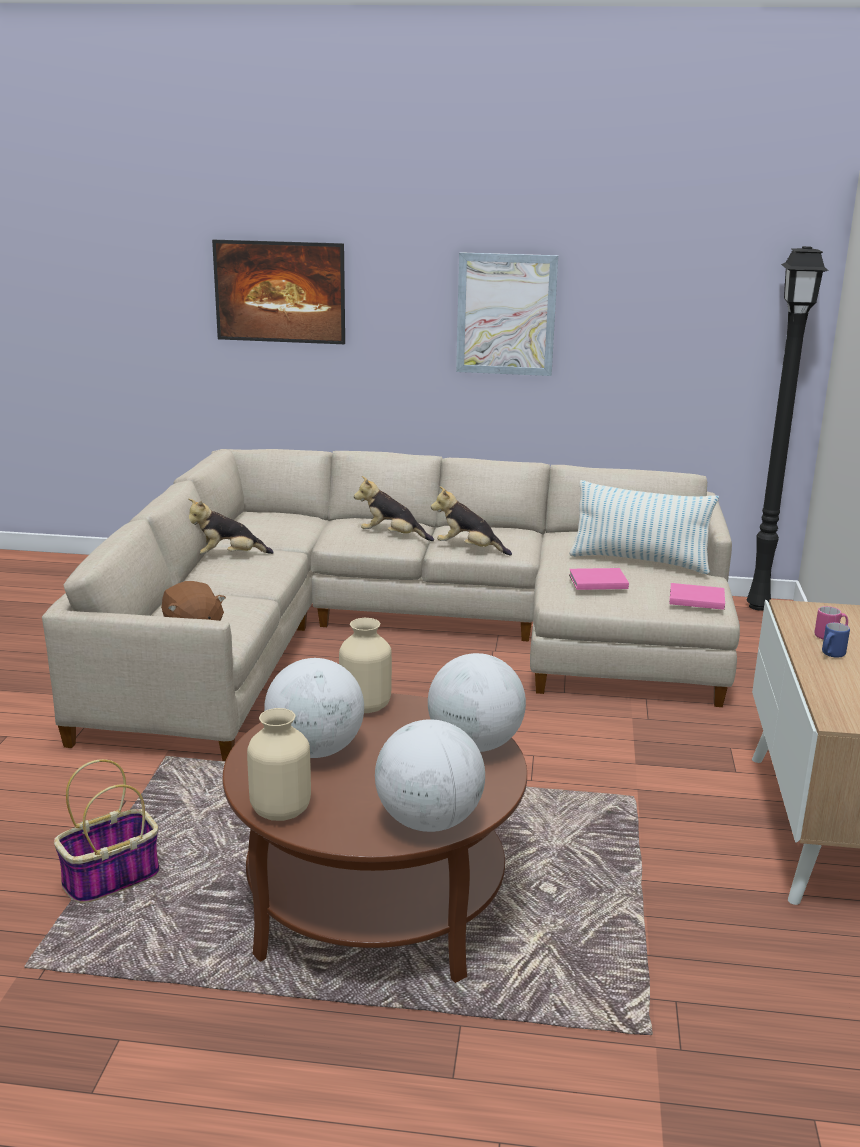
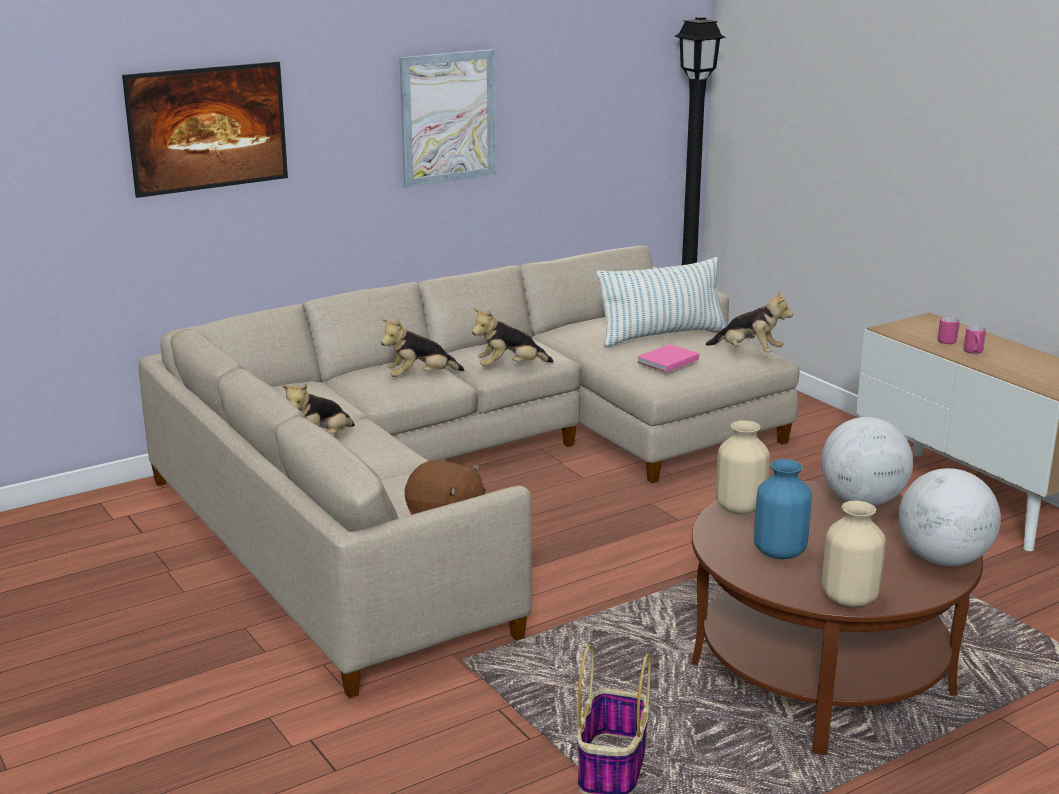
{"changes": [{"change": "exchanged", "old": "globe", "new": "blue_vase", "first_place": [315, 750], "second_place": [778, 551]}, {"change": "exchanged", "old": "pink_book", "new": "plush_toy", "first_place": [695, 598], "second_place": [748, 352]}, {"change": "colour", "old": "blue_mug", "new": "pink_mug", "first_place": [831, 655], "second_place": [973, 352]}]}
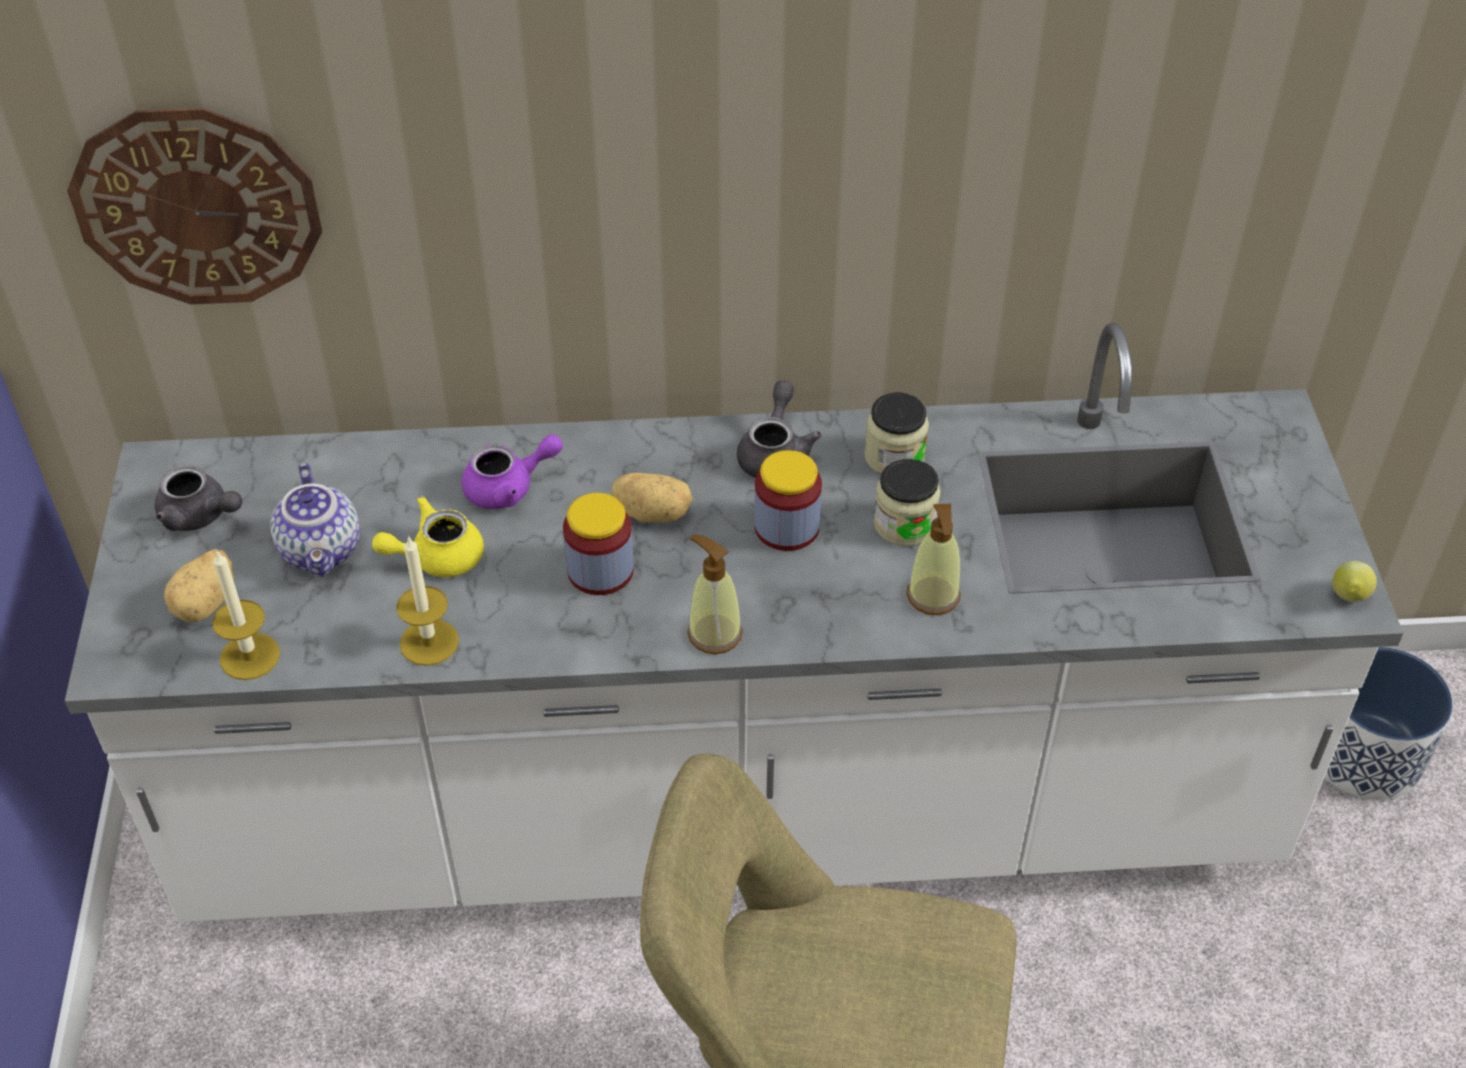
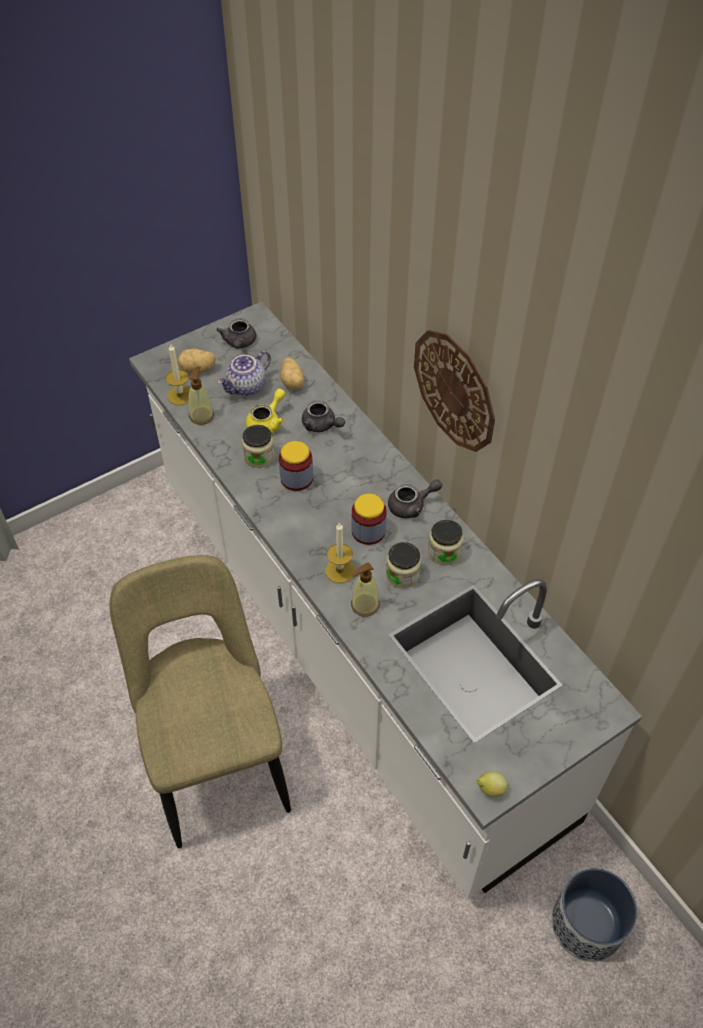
{"changes": [{"change": "appeared", "new": "jar", "second_place": [259, 456]}, {"change": "relocated", "old": "wall_clock", "first_place": [197, 207], "second_place": [455, 390]}, {"change": "relocated", "old": "candle", "first_place": [429, 642], "second_place": [340, 570]}, {"change": "relocated", "old": "potato", "first_place": [653, 512], "second_place": [293, 382]}, {"change": "relocated", "old": "soap_dispenser", "first_place": [714, 633], "second_place": [201, 415]}, {"change": "colour", "old": "purple_teapot", "new": "grey_teapot", "first_place": [509, 488], "second_place": [321, 425]}, {"change": "spun", "old": "yellow_teapot", "first_place": [436, 557], "second_place": [267, 422], "degrees": 90}]}
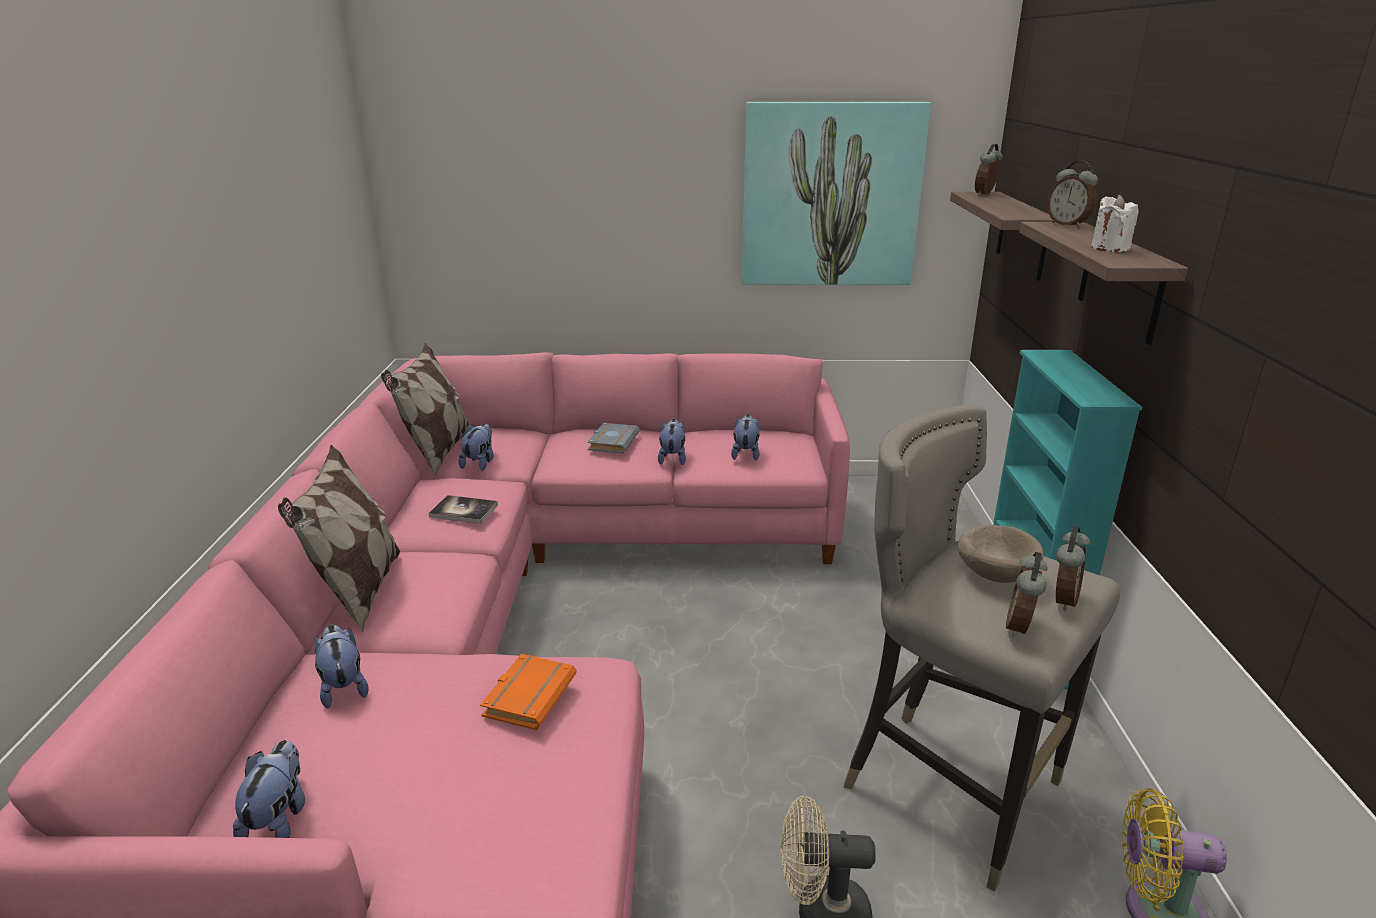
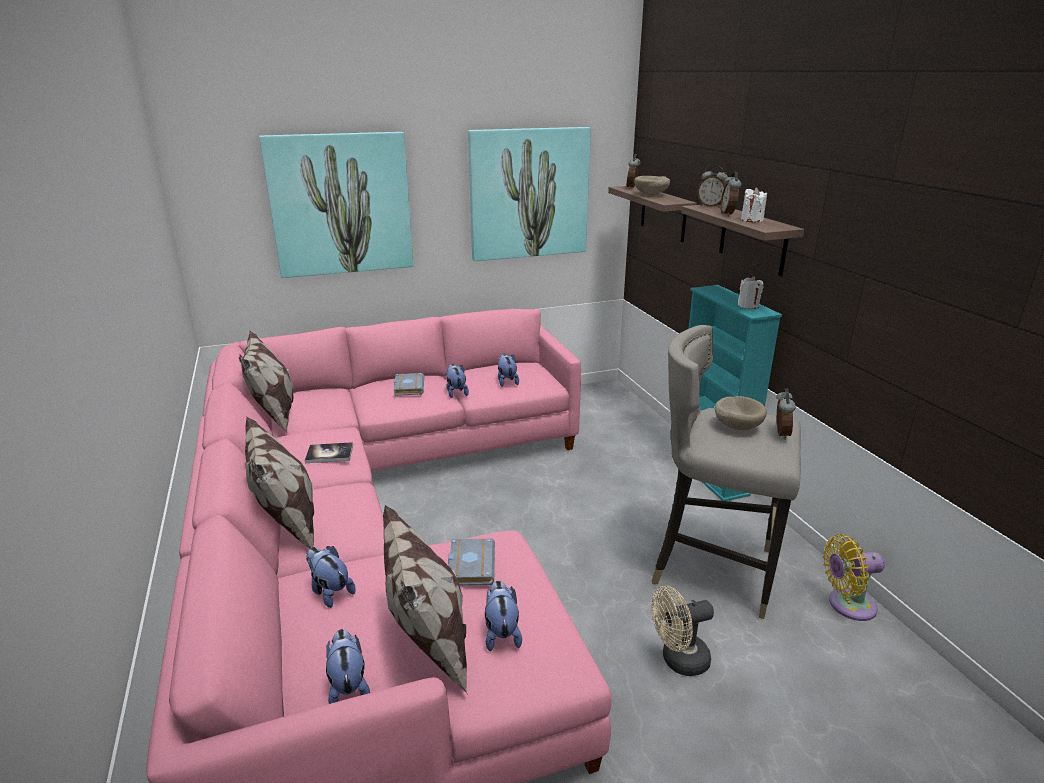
{"changes": [{"change": "appeared", "new": "picture", "second_place": [340, 204]}, {"change": "appeared", "new": "pillow", "second_place": [429, 647]}, {"change": "appeared", "new": "beige_bowl", "second_place": [651, 195]}, {"change": "appeared", "new": "white_candle", "second_place": [748, 305]}, {"change": "relocated", "old": "plush_toy", "first_place": [480, 463], "second_place": [501, 633]}, {"change": "relocated", "old": "alarm_clock", "first_place": [1020, 627], "second_place": [728, 214]}, {"change": "colour", "old": "orange_book", "new": "grey_book", "first_place": [528, 695], "second_place": [469, 565]}]}
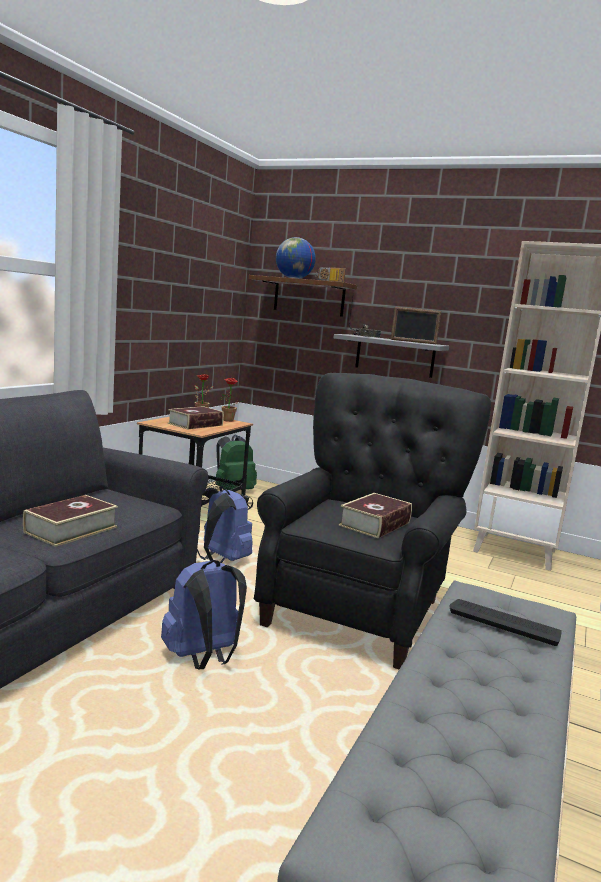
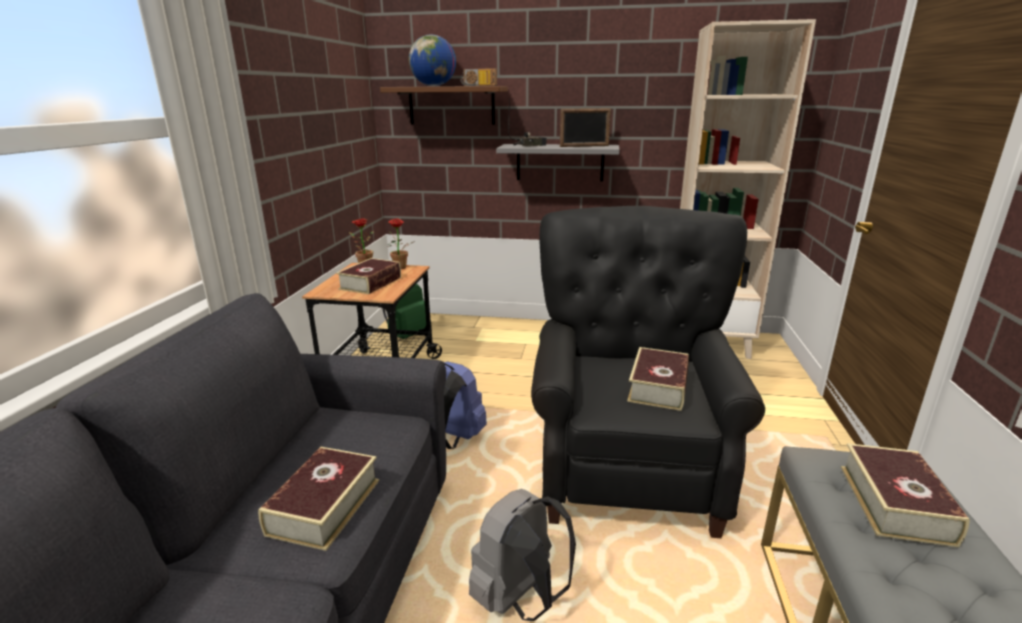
{"changes": [{"change": "exchanged", "old": "keyboard", "new": "book", "first_place": [504, 622], "second_place": [895, 503]}, {"change": "colour", "old": "blue_backpack", "new": "grey_backpack", "first_place": [203, 658], "second_place": [520, 598]}]}
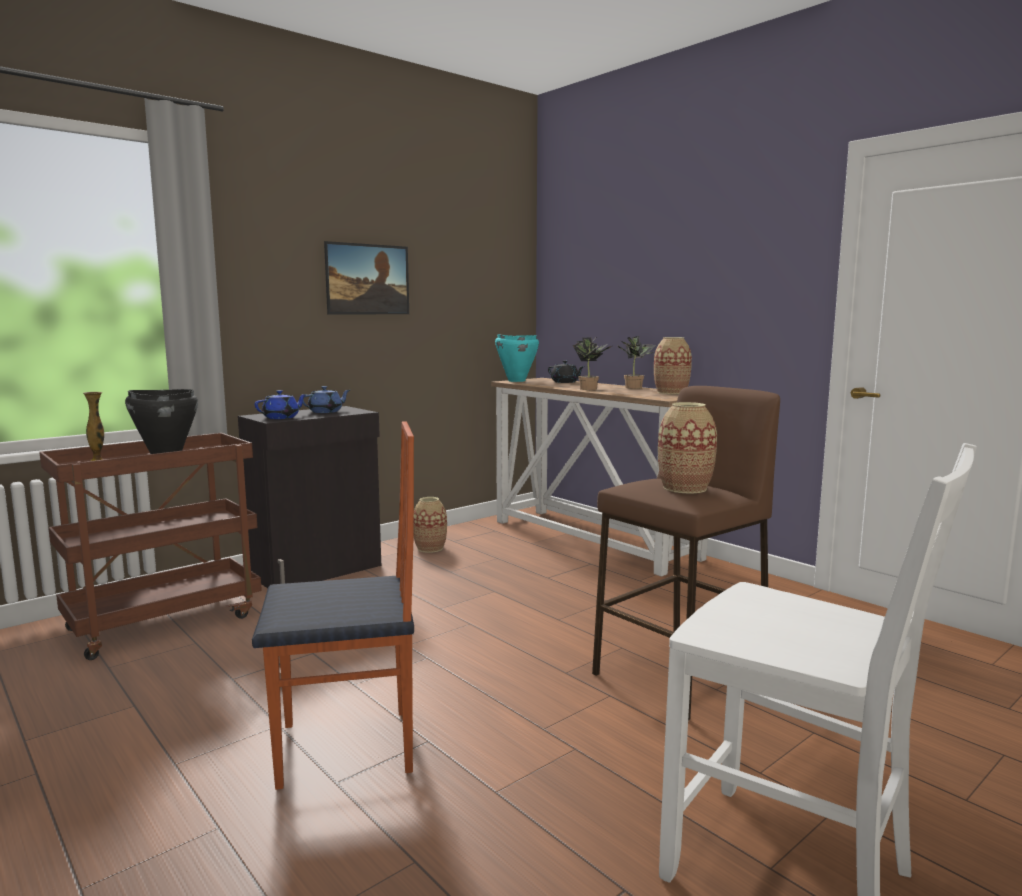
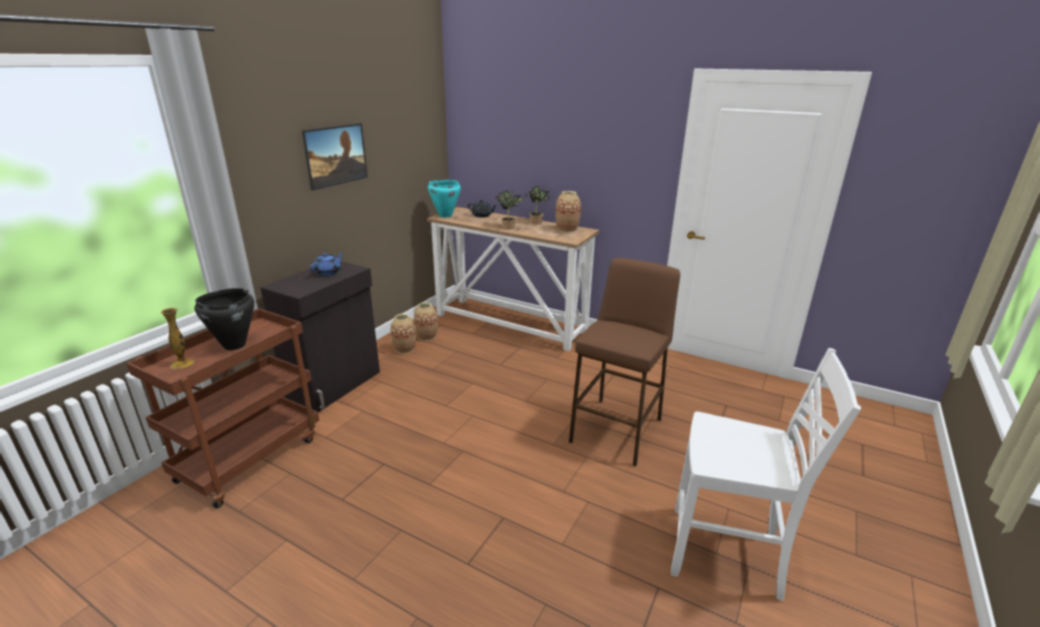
{"changes": [{"change": "missing", "old": "chair", "first_place": [347, 749]}, {"change": "missing", "old": "blue_teapot", "first_place": [282, 417]}, {"change": "relocated", "old": "vase", "first_place": [685, 488], "second_place": [427, 336]}]}
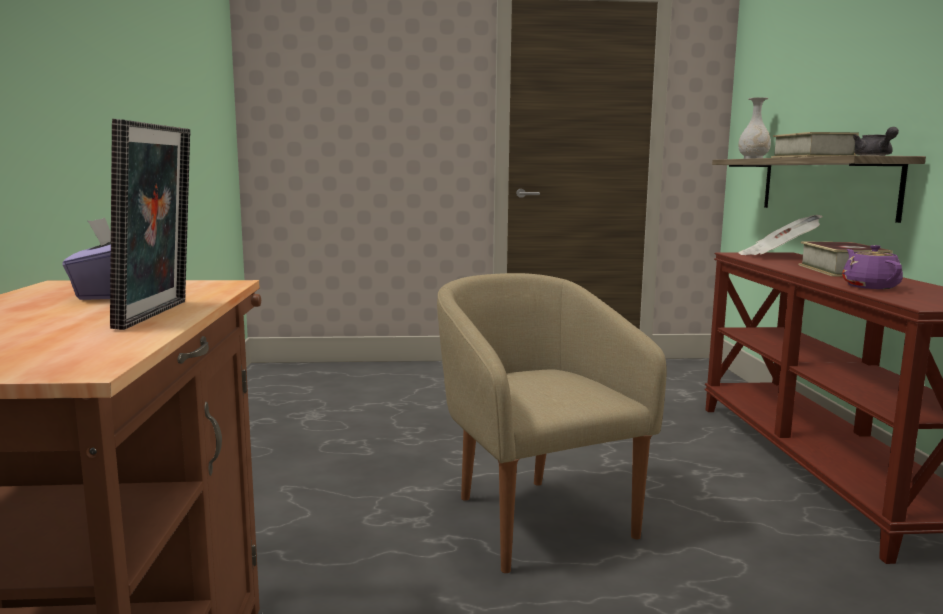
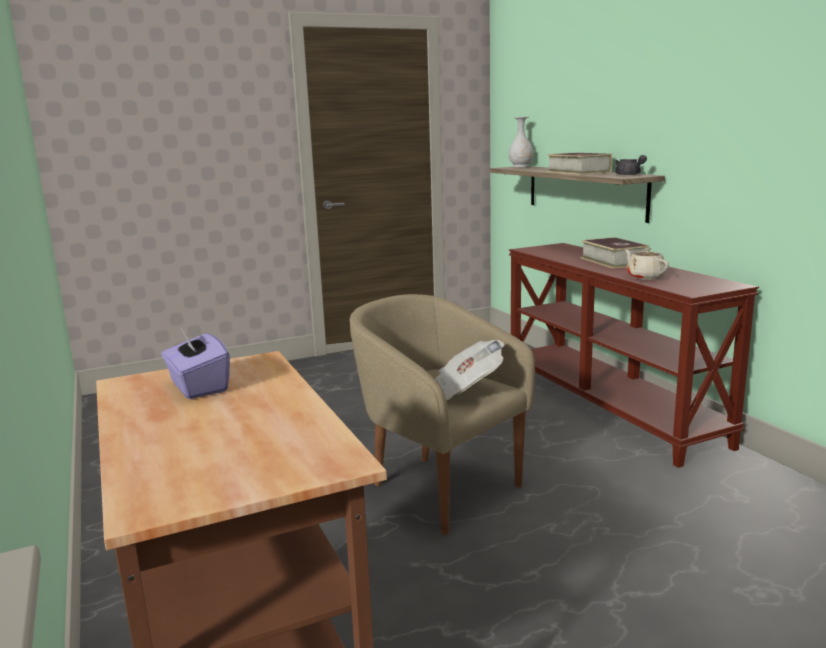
{"changes": [{"change": "missing", "old": "picture_frame", "first_place": [160, 314]}, {"change": "relocated", "old": "newspaper", "first_place": [777, 256], "second_place": [462, 390]}, {"change": "colour", "old": "purple_teapot", "new": "beige_teapot", "first_place": [869, 286], "second_place": [645, 277]}]}
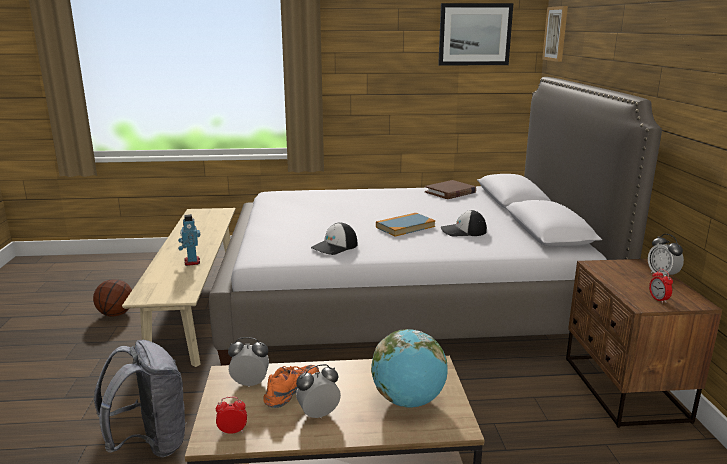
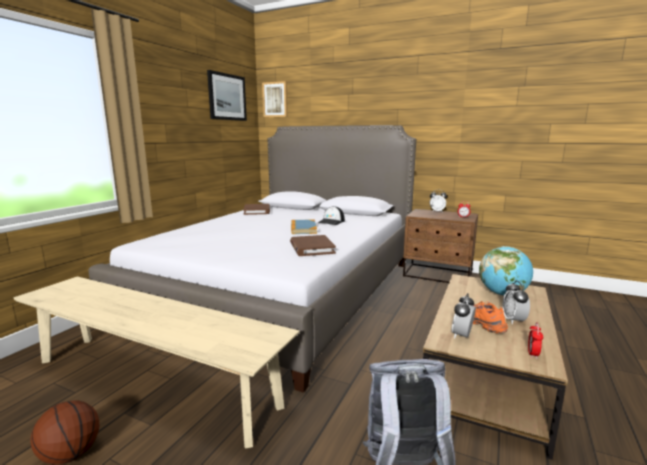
{"changes": [{"change": "missing", "old": "toy_robot", "first_place": [191, 262]}, {"change": "exchanged", "old": "cap", "new": "brown_book", "first_place": [335, 247], "second_place": [311, 248]}]}
